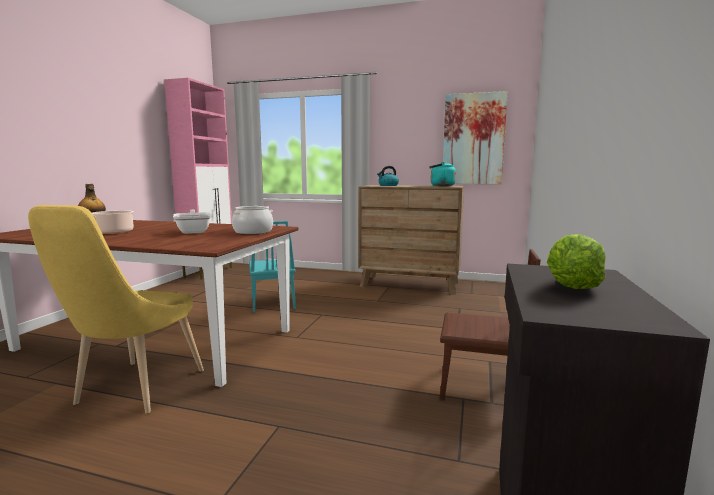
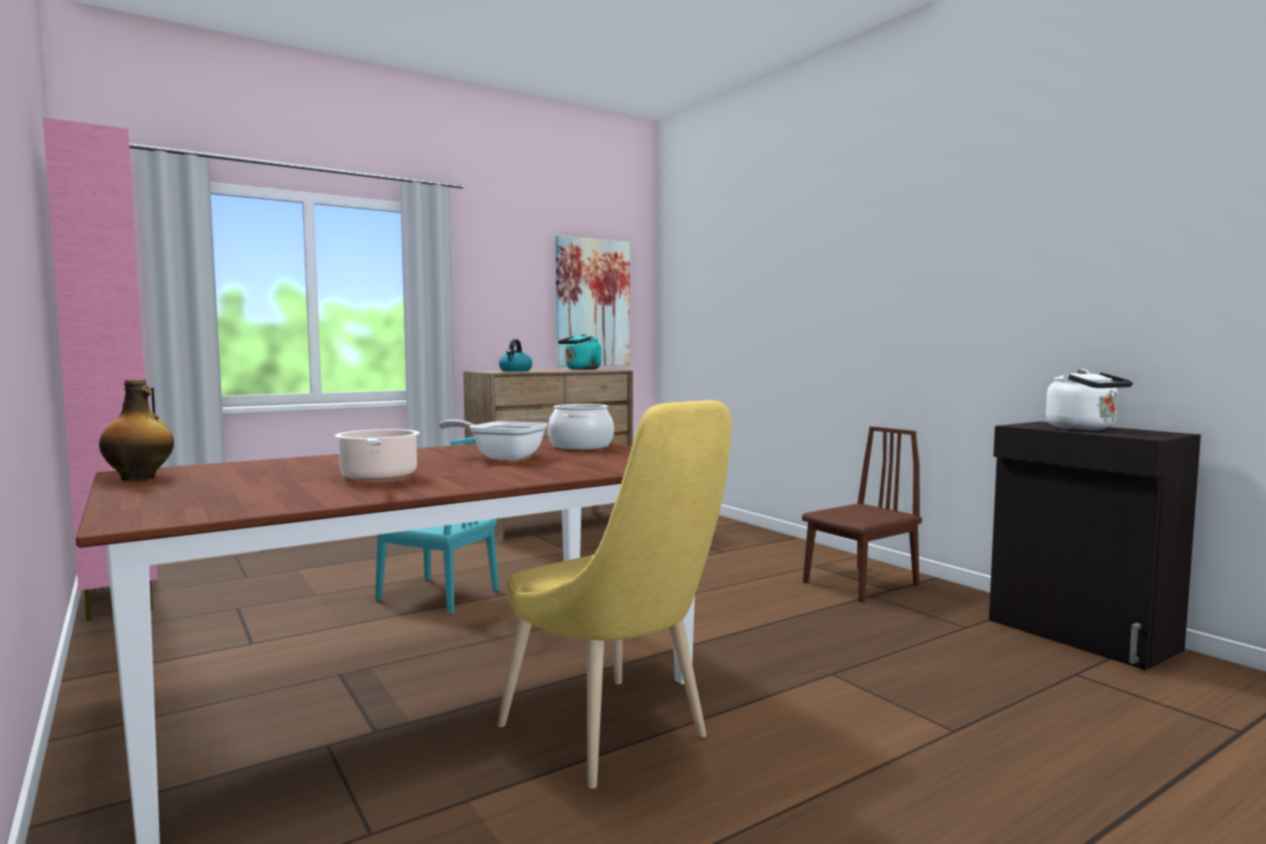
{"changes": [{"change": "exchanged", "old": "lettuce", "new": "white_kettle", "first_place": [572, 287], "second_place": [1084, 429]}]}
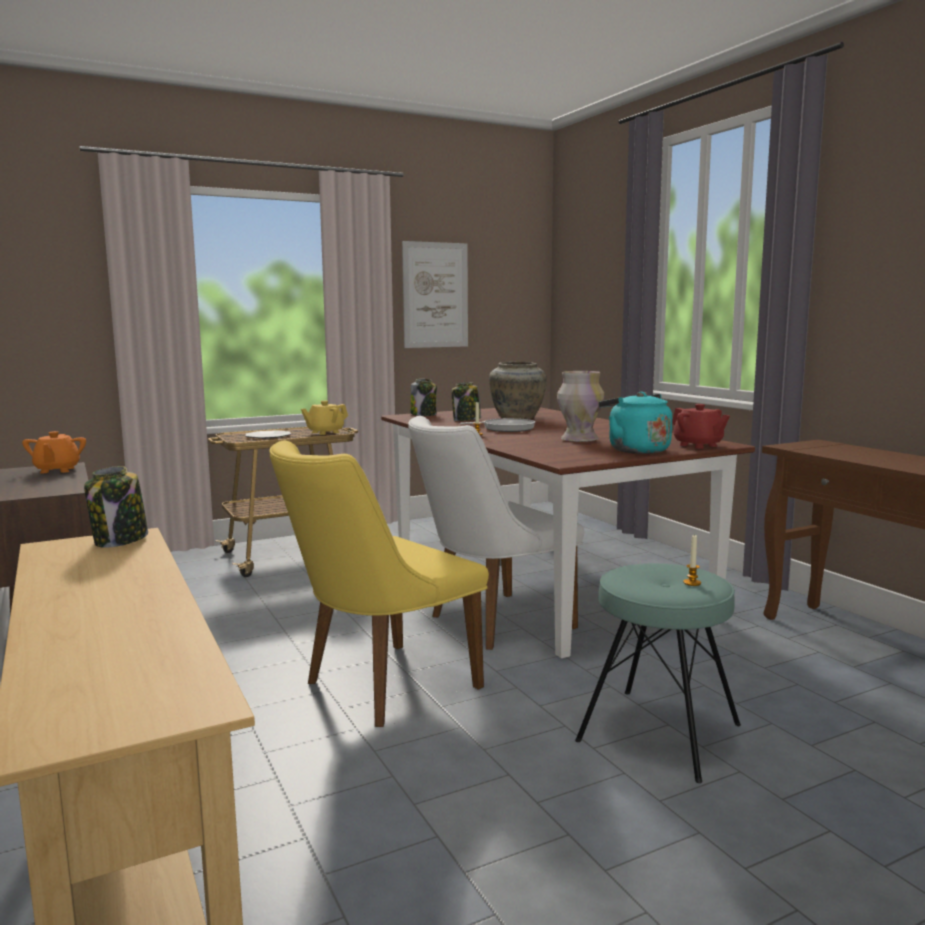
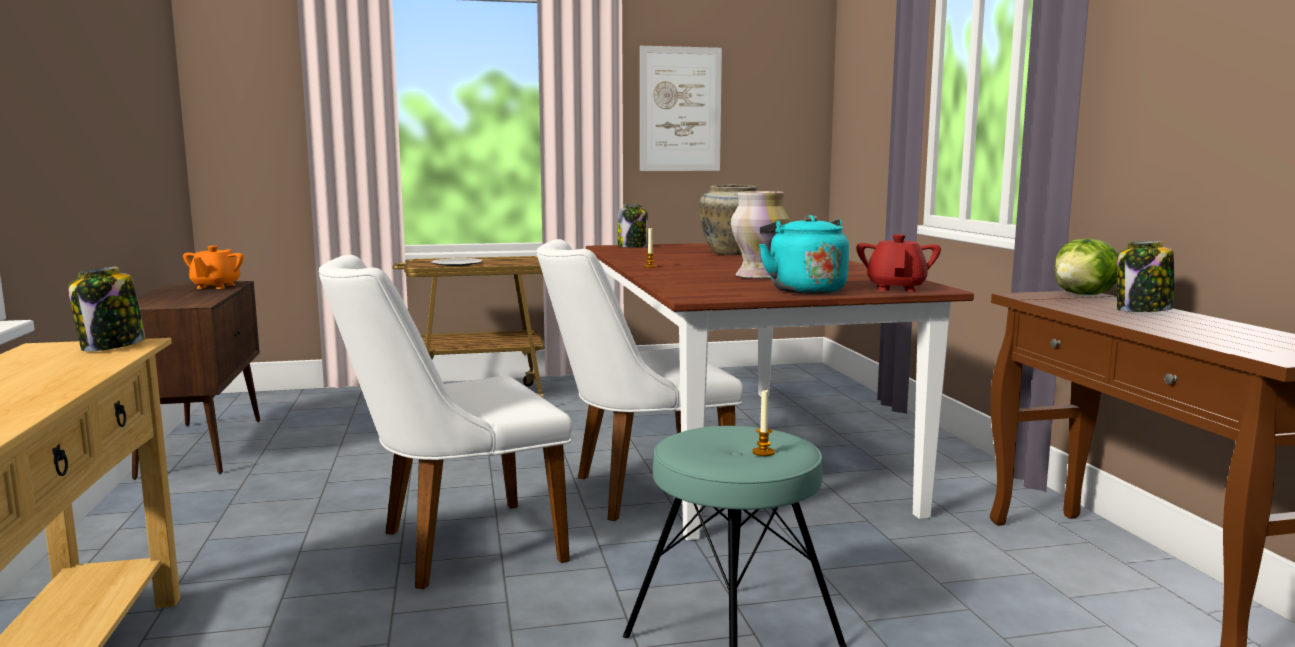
{"changes": [{"change": "missing", "old": "yellow_teapot", "first_place": [325, 432]}, {"change": "missing", "old": "frying_pan", "first_place": [505, 429]}, {"change": "appeared", "new": "lettuce", "second_place": [1085, 295]}, {"change": "relocated", "old": "jar", "first_place": [466, 420], "second_place": [1143, 310]}, {"change": "colour", "old": "yellow_chair", "new": "white_chair", "first_place": [378, 688], "second_place": [453, 547]}, {"change": "spun", "old": "red_teapot", "first_place": [698, 445], "second_place": [896, 288], "degrees": -150}]}
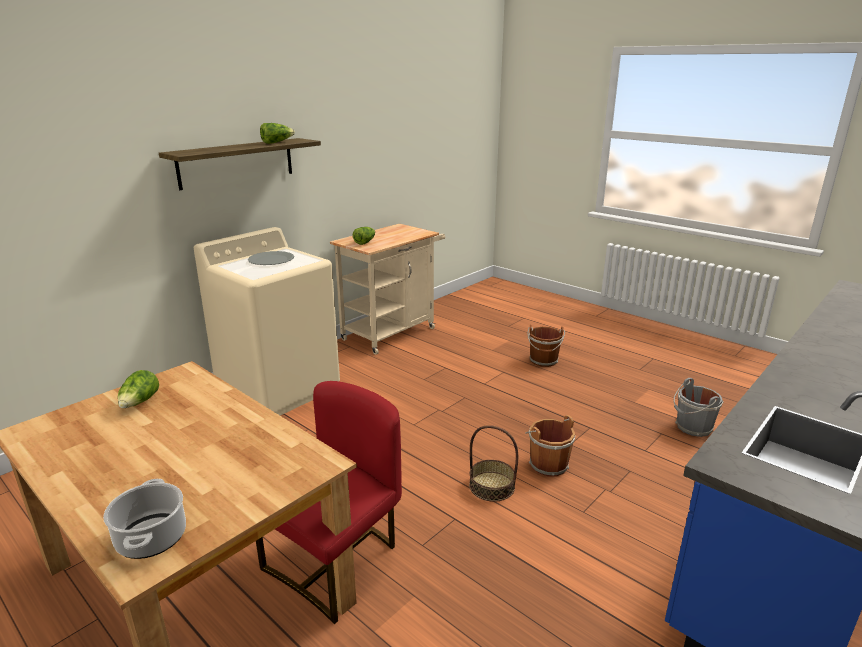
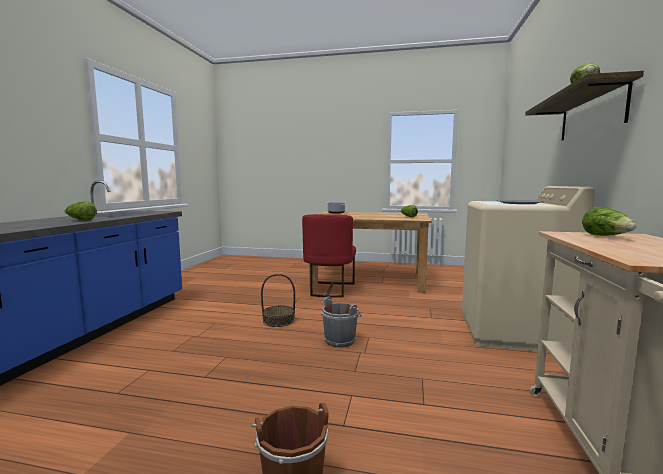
{"changes": [{"change": "missing", "old": "brown_bucket", "first_place": [547, 464]}, {"change": "appeared", "new": "lettuce", "second_place": [80, 220]}, {"change": "relocated", "old": "grey_bucket", "first_place": [692, 427], "second_place": [340, 340]}]}
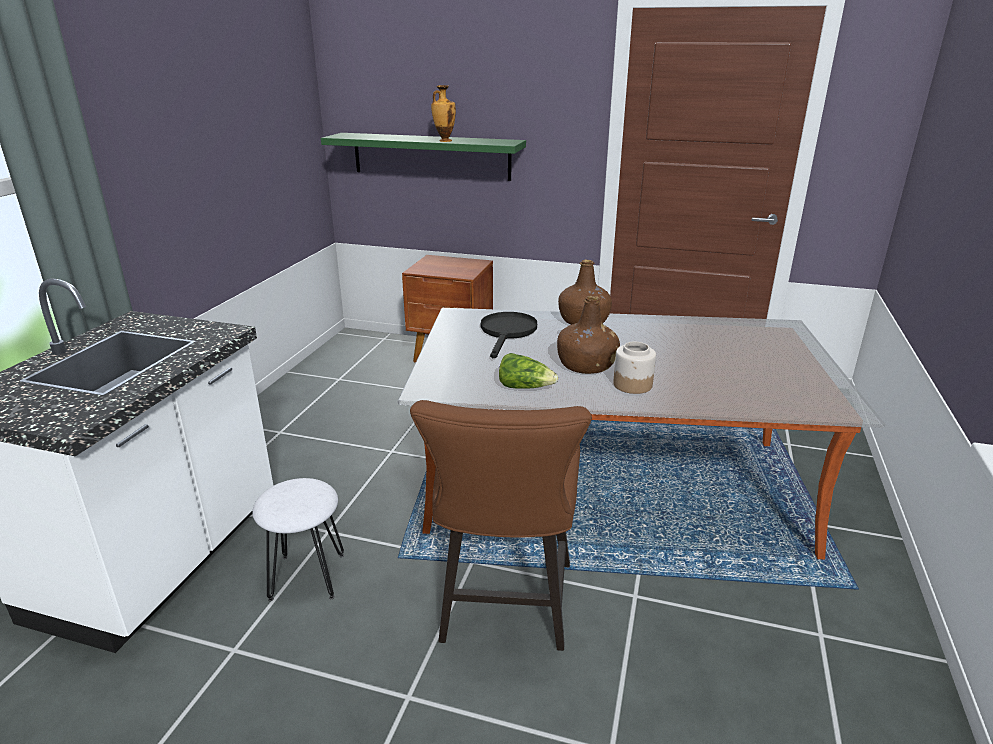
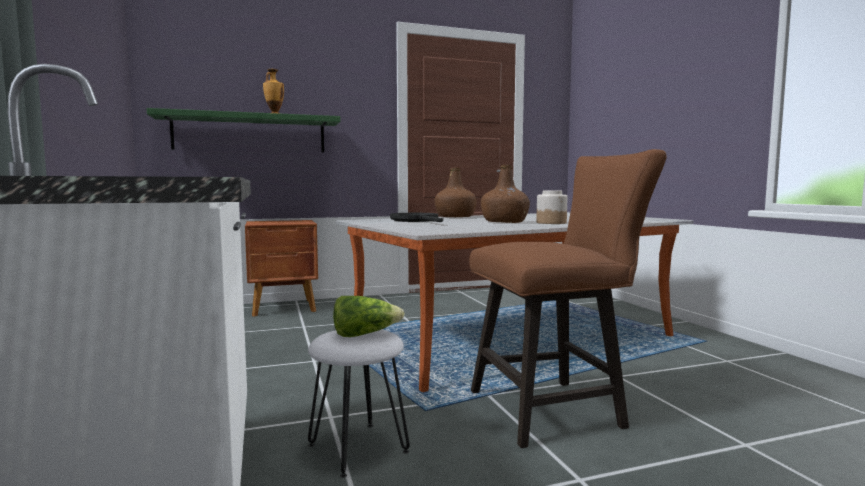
{"changes": [{"change": "relocated", "old": "lettuce", "first_place": [525, 387], "second_place": [365, 334]}, {"change": "spun", "old": "brown_chair", "first_place": [504, 609], "second_place": [555, 408], "degrees": -75}]}
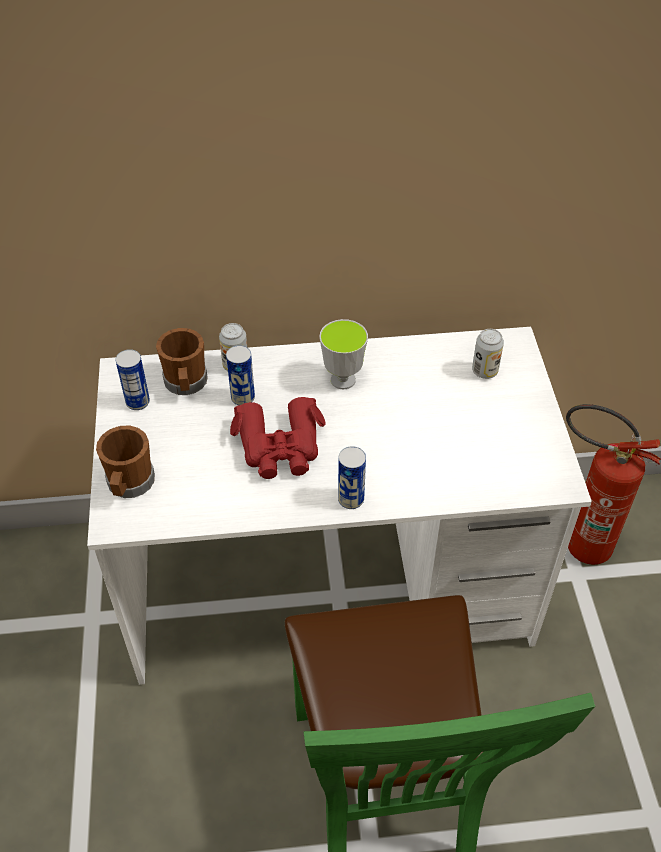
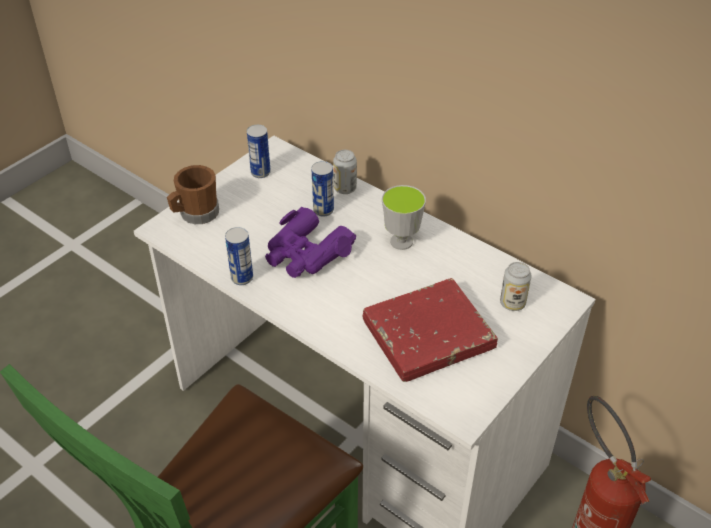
{"changes": [{"change": "missing", "old": "brown_mug", "first_place": [186, 384]}, {"change": "appeared", "new": "red_book", "second_place": [428, 334]}, {"change": "relocated", "old": "can", "first_place": [351, 499], "second_place": [242, 278]}, {"change": "colour", "old": "red_binoculars", "new": "purple_binoculars", "first_place": [280, 447], "second_place": [306, 253]}]}
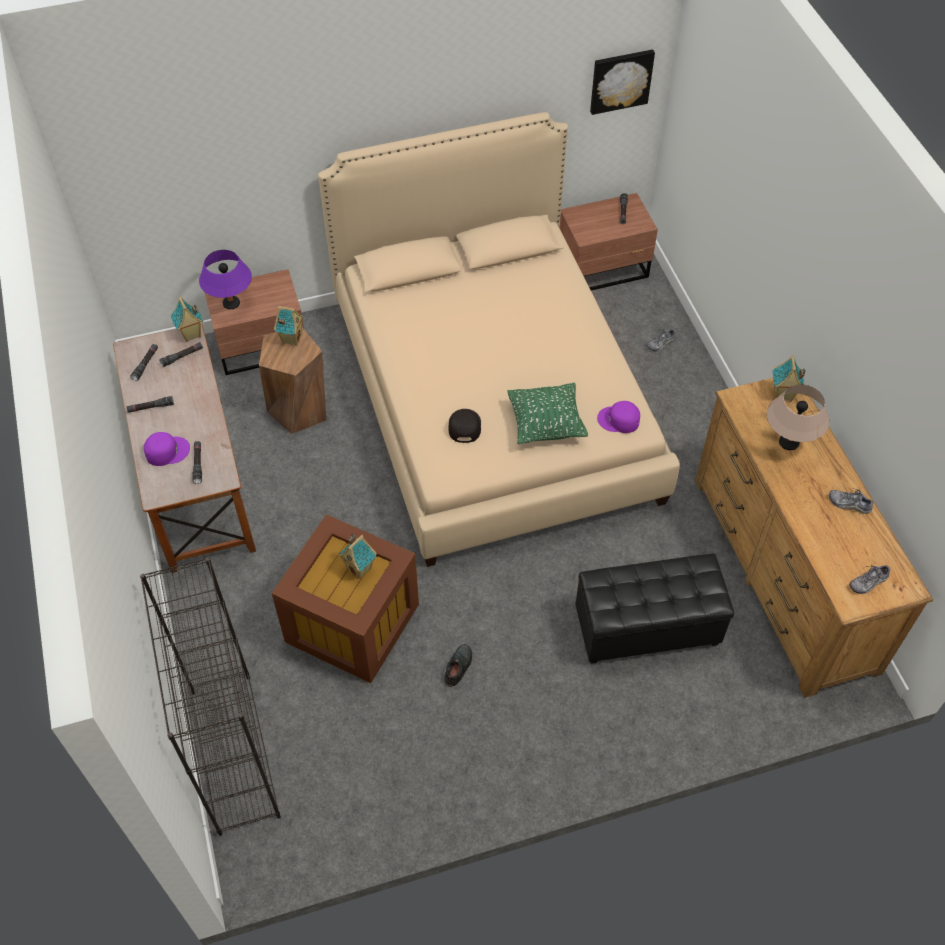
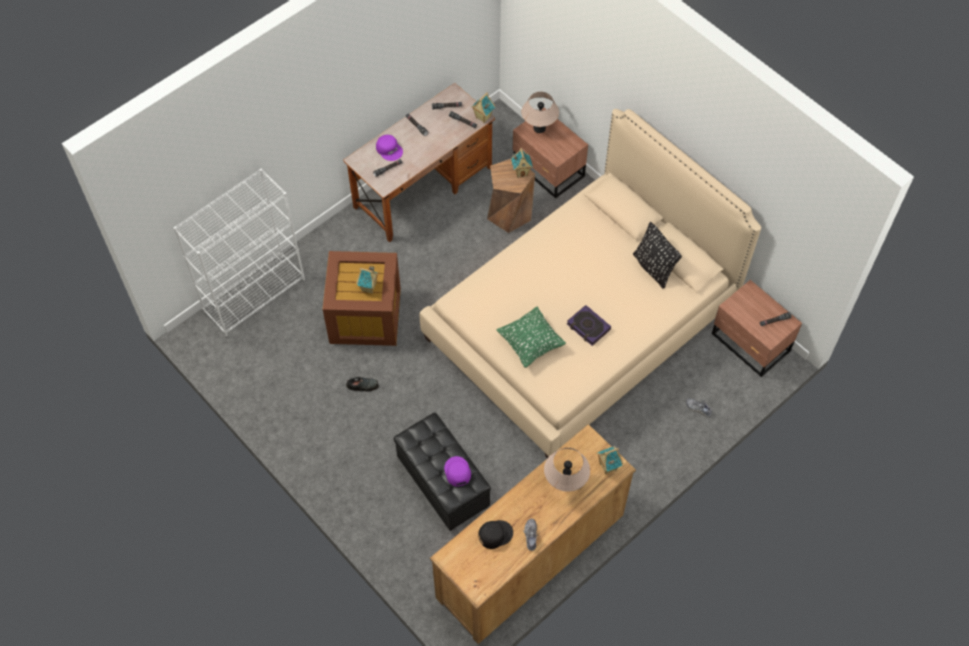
{"changes": [{"change": "missing", "old": "picture", "first_place": [620, 80]}, {"change": "missing", "old": "shoe", "first_place": [868, 582]}, {"change": "appeared", "new": "book", "second_place": [588, 327]}, {"change": "appeared", "new": "black_pillow", "second_place": [653, 268]}, {"change": "relocated", "old": "black_cap", "first_place": [464, 426], "second_place": [495, 534]}, {"change": "relocated", "old": "purple_cap", "first_place": [619, 420], "second_place": [457, 472]}, {"change": "colour", "old": "black_bookcase", "new": "white_bookcase", "first_place": [234, 752], "second_place": [255, 295]}, {"change": "colour", "old": "purple_table_lamp", "new": "beige_table_lamp", "first_place": [231, 303], "second_place": [539, 128]}]}
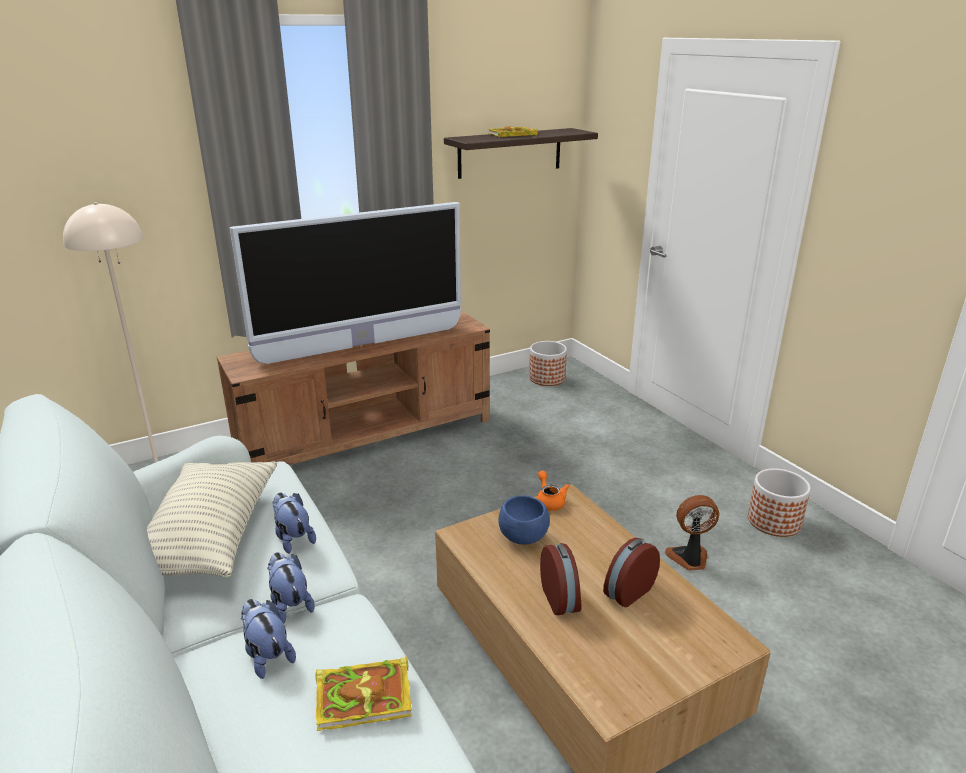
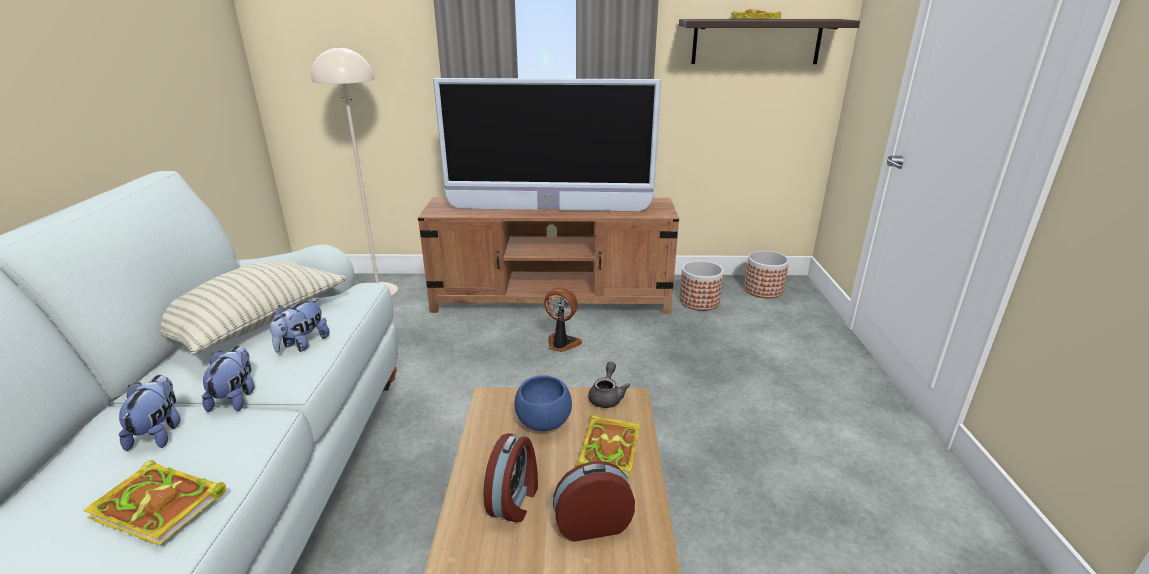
{"changes": [{"change": "appeared", "new": "book", "second_place": [608, 448]}, {"change": "relocated", "old": "fan", "first_place": [689, 559], "second_place": [561, 344]}, {"change": "relocated", "old": "planter", "first_place": [774, 522], "second_place": [699, 302]}, {"change": "colour", "old": "orange_teapot", "new": "grey_teapot", "first_place": [549, 501], "second_place": [607, 396]}, {"change": "spun", "old": "plush_toy", "first_place": [293, 538], "second_place": [303, 344], "degrees": -150}]}
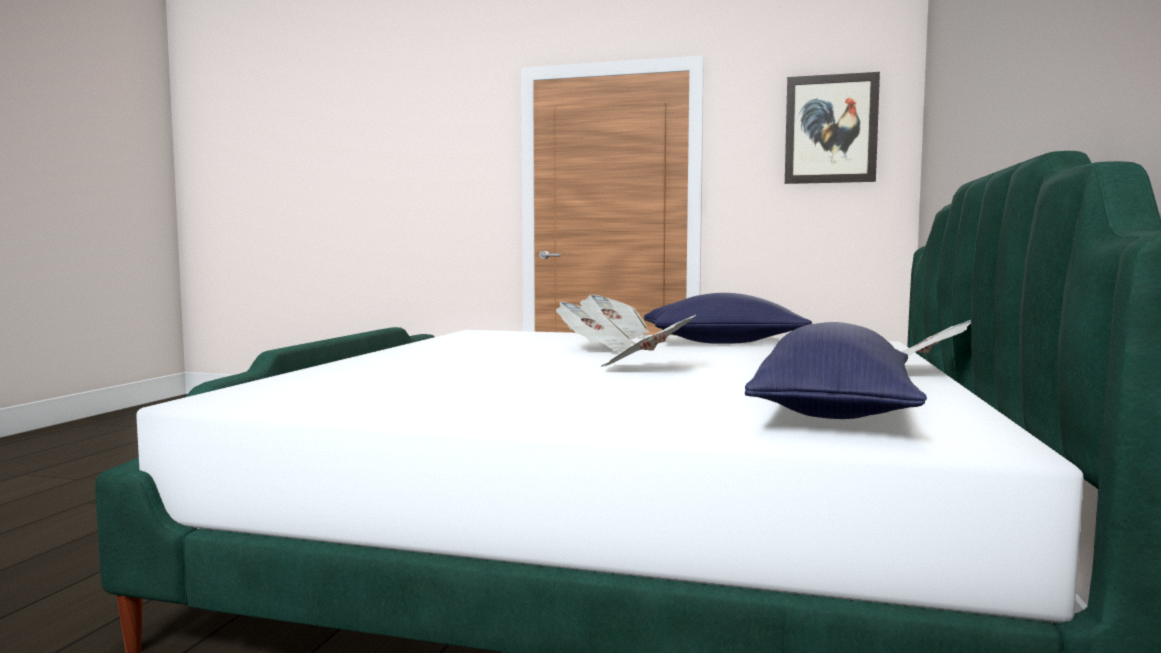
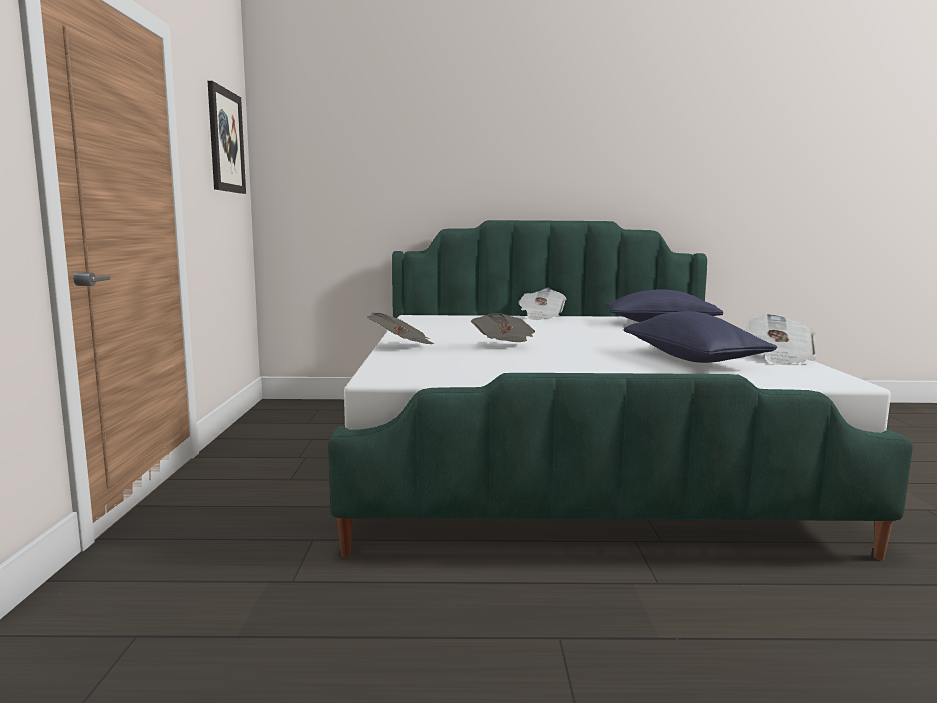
{"changes": [{"change": "relocated", "old": "newspaper", "first_place": [645, 369], "second_place": [778, 358]}, {"change": "relocated", "old": "blue_pillow", "first_place": [723, 343], "second_place": [692, 359]}]}
